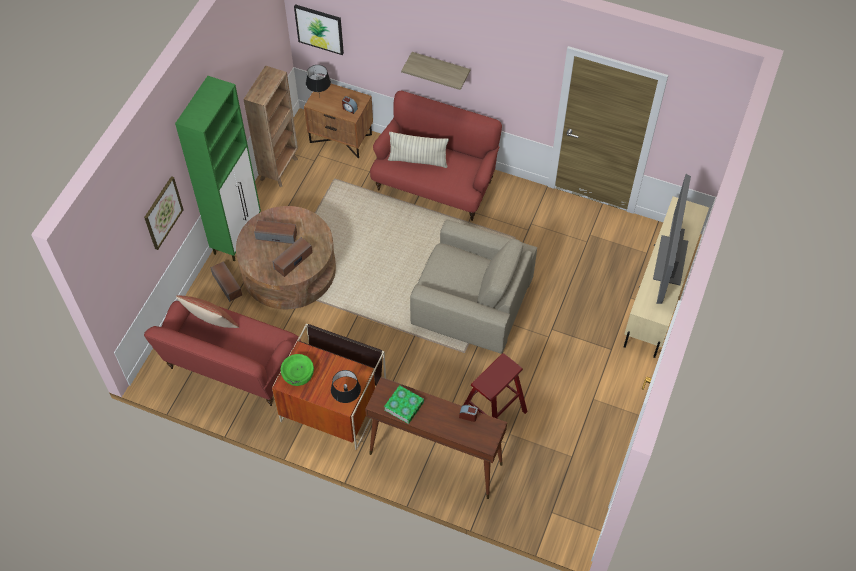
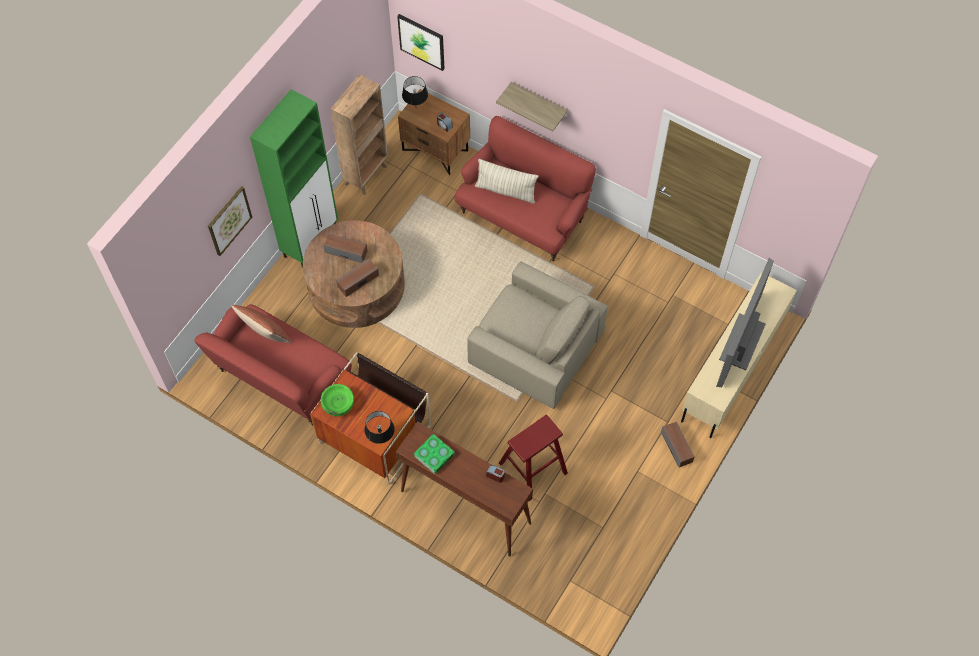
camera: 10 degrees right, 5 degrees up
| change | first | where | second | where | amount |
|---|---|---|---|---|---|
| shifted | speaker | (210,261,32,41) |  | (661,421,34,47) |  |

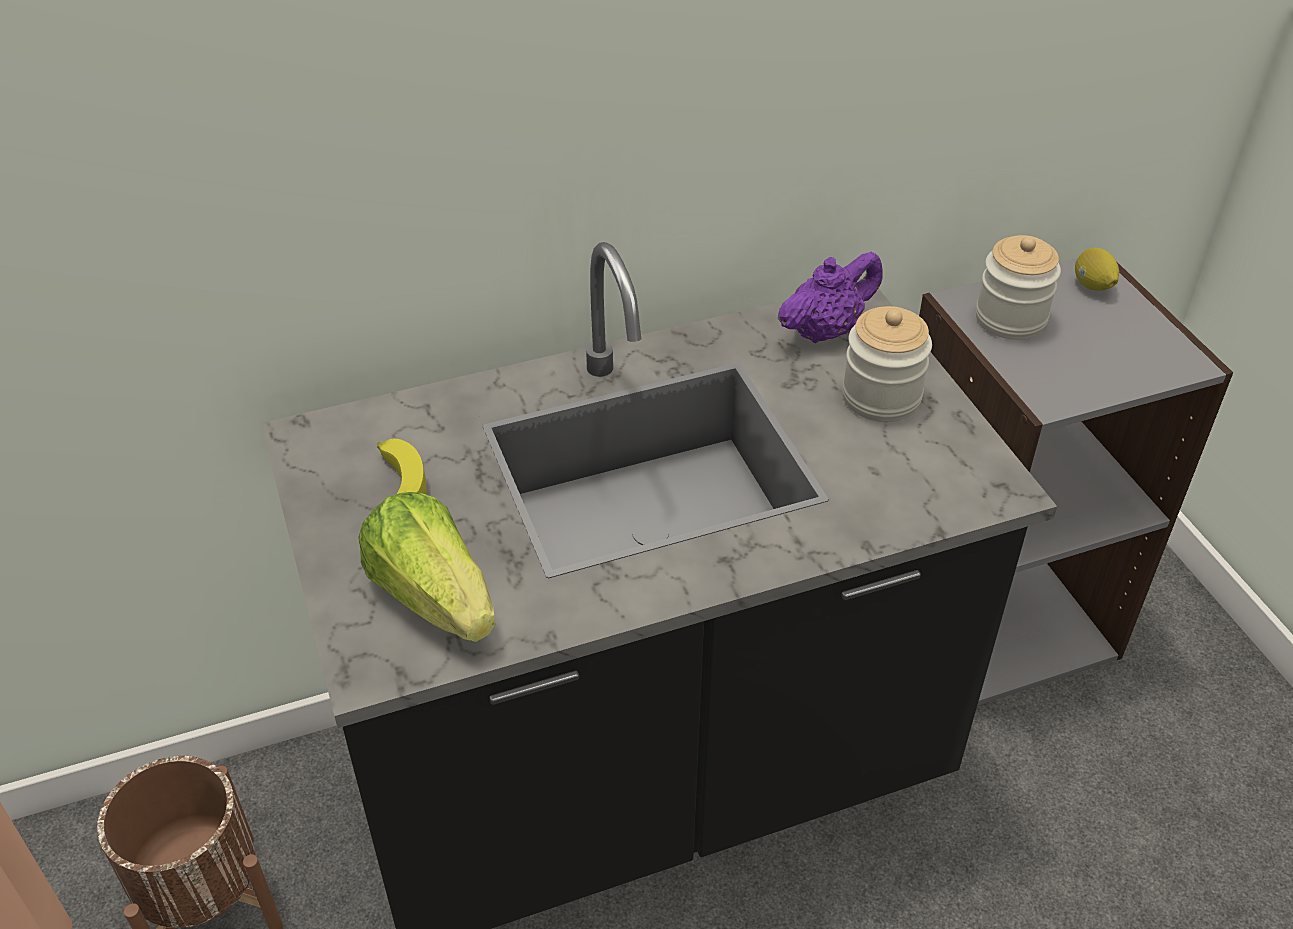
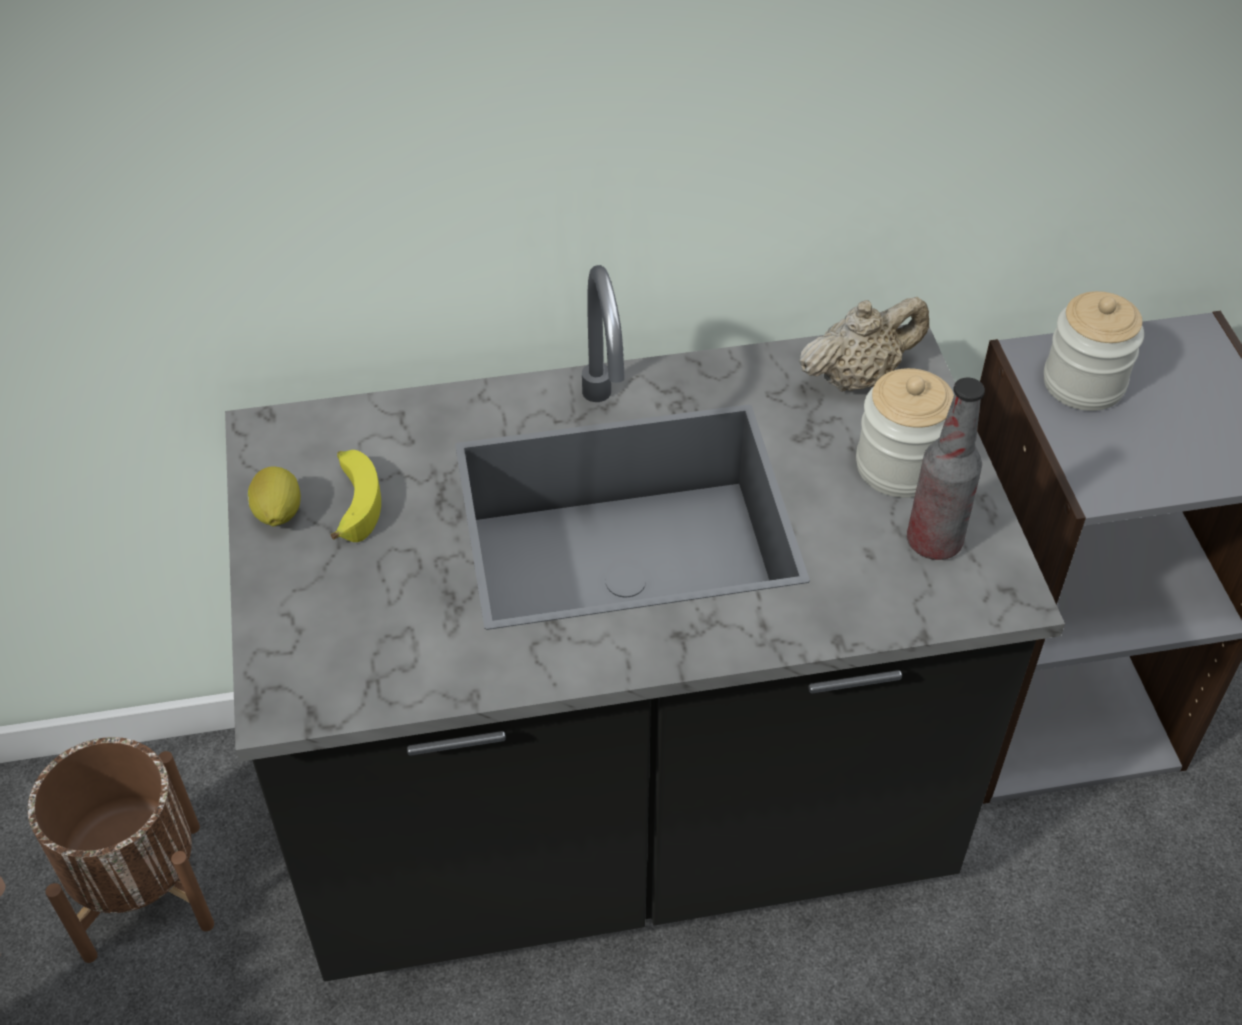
camera: 10 degrees right, 5 degrees up
| change | first | where | second | where | amount |
|---|---|---|---|---|---|
| gone | lettuce | (358,492,138,150) |  |  |  |
| repainted | teapot in purple | (778,252,105,92) | teapot in beige | (799,297,130,95) |  |
| shifted | lemon | (1075,248,44,43) |  | (247,466,54,60) |  |
| new |  |  | bottle | (907,378,78,182) |  |

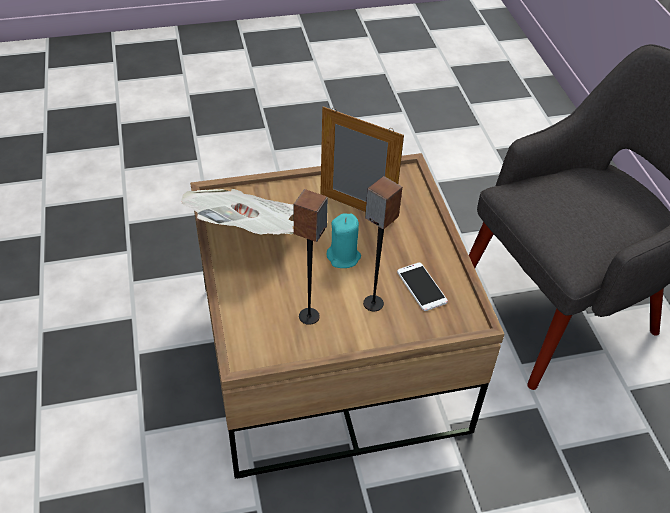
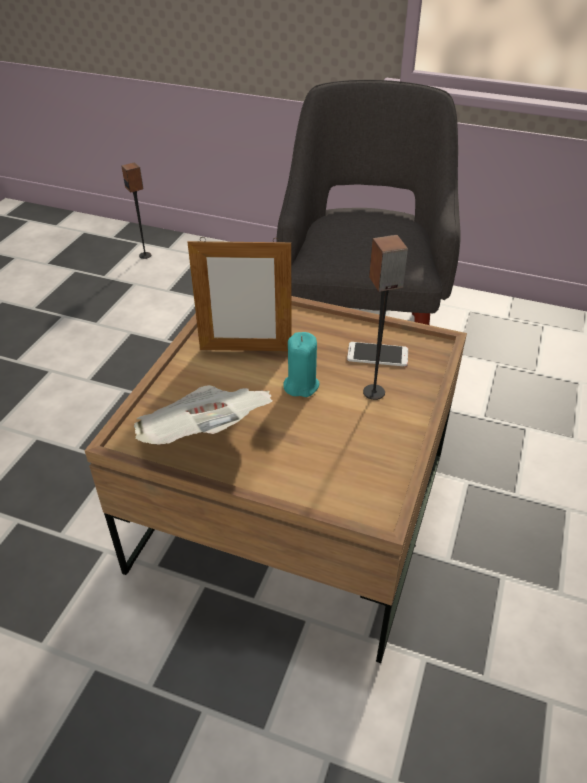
camera: 55 degrees left, 5 degrees down
| change | first | where | second | where | amount |
|---|---|---|---|---|---|
| shifted | speaker | (293,189,35,136) |  | (122,163,29,96) |  |
| rotated | picture frame | (320,106,84,117) |  | (188,237,104,114) | 150 degrees counterclockwise |

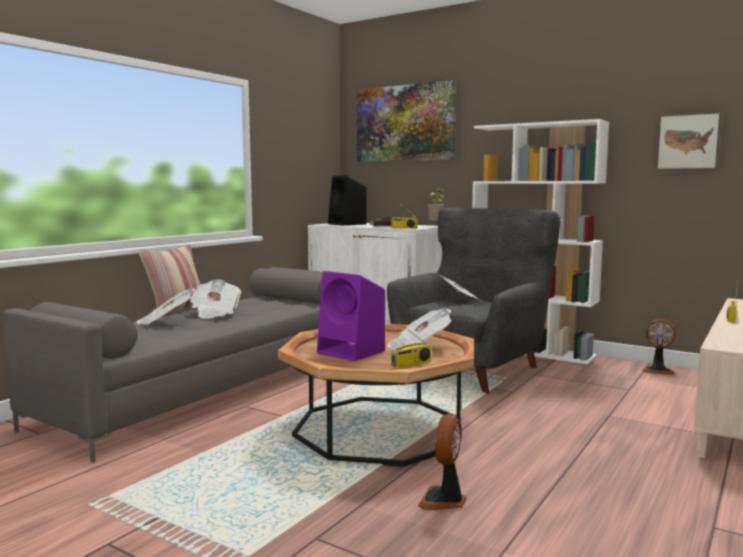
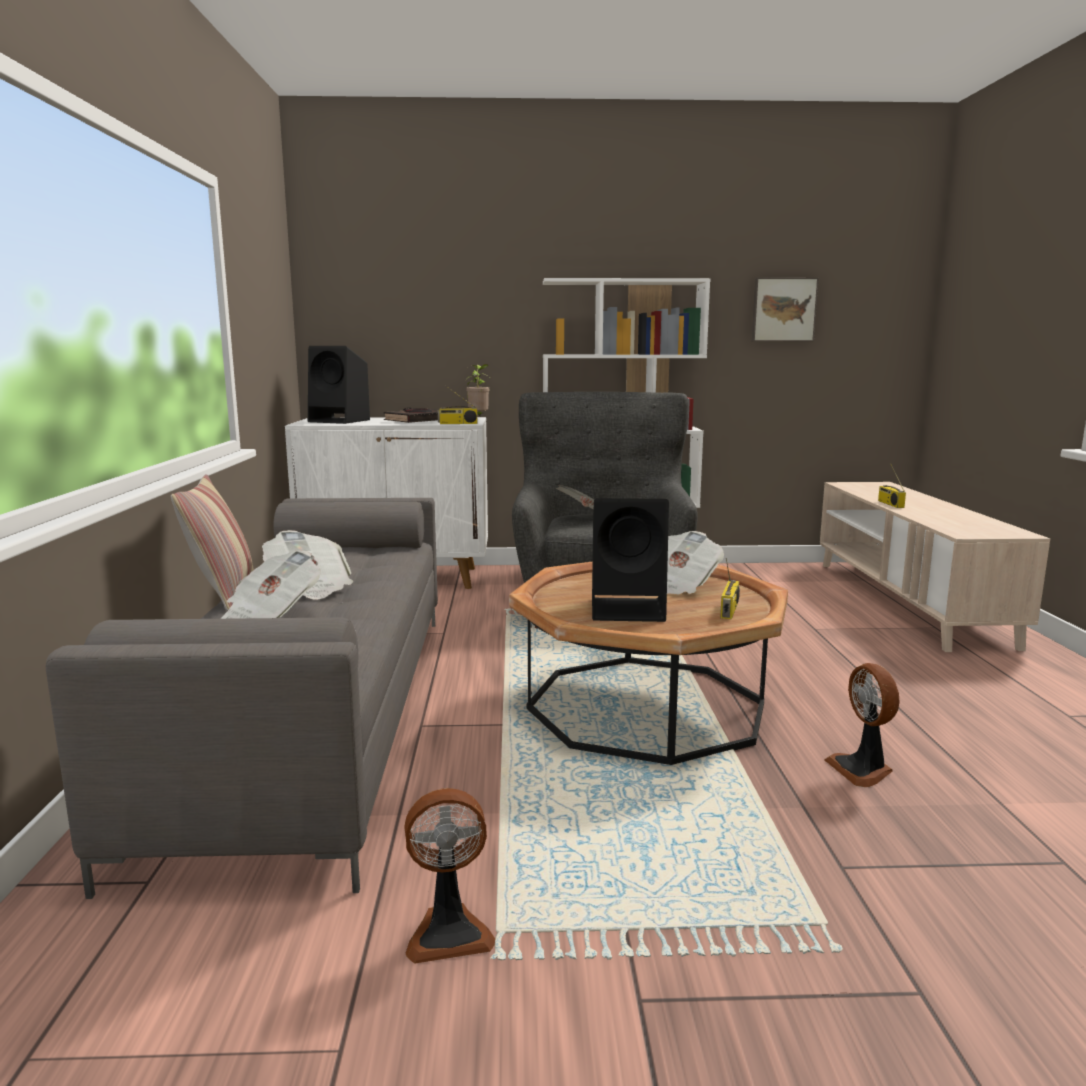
camera: 35 degrees left, 5 degrees up
| change | first | where | second | where | amount |
|---|---|---|---|---|---|
| repainted | speaker in purple | (317,271,68,90) | speaker in black | (592,498,77,124) |  |
| gone | picture | (357,80,99,82) |  |  |  |
| shifted | fan | (642,319,33,56) |  | (404,788,91,176) |  |

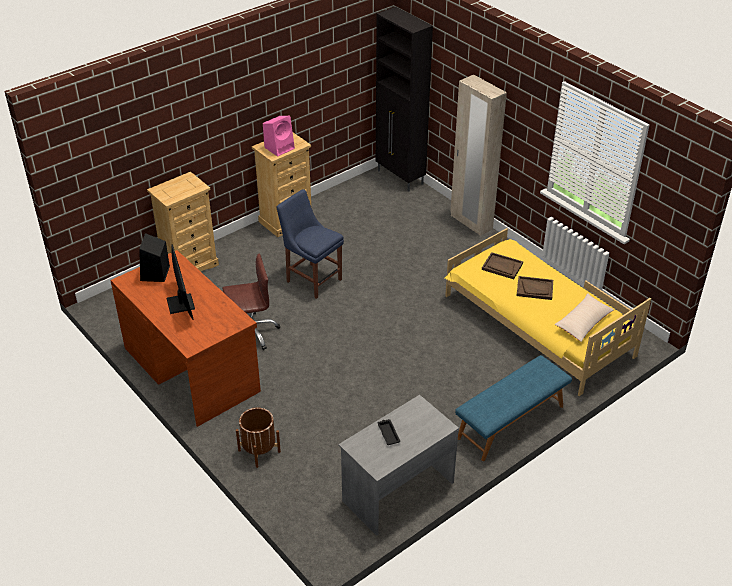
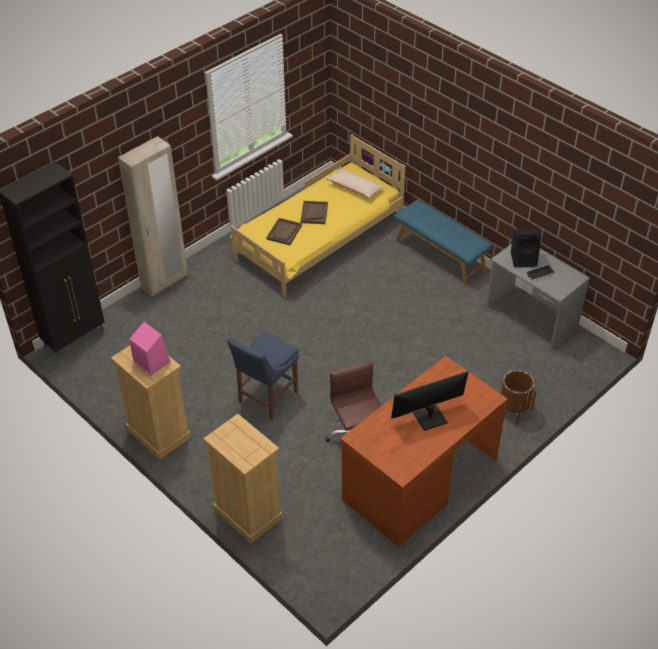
camera: 95 degrees left, 5 degrees up
| change | first | where | second | where | amount |
|---|---|---|---|---|---|
| shifted | speaker in black | (139,233,31,49) |  | (511,229,30,38) |  |

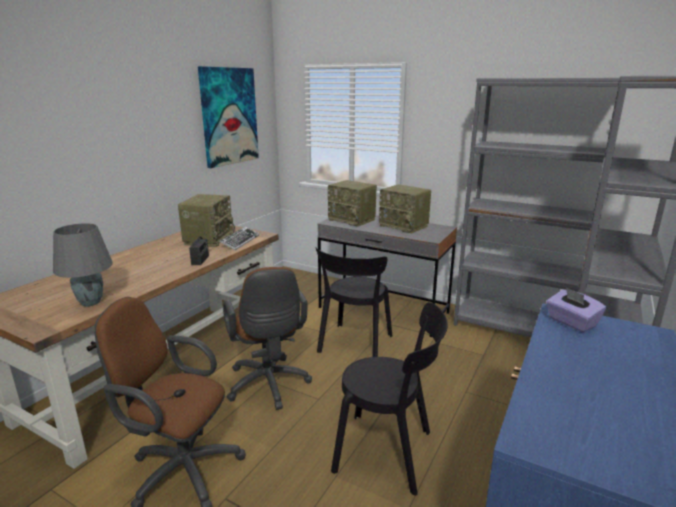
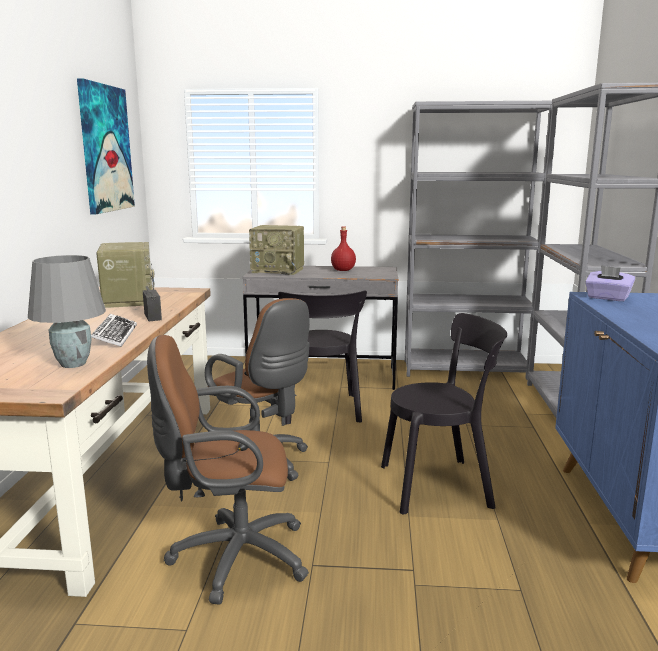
camera: 25 degrees left, 5 degrees down
| change | first | where | second | where | amount |
|---|---|---|---|---|---|
| shifted | keyboard | (220,227,39,23) |  | (91,314,46,33) |  |
| swapped | radio | (379,184,52,50) | bottle in red | (331,227,25,44) |  |

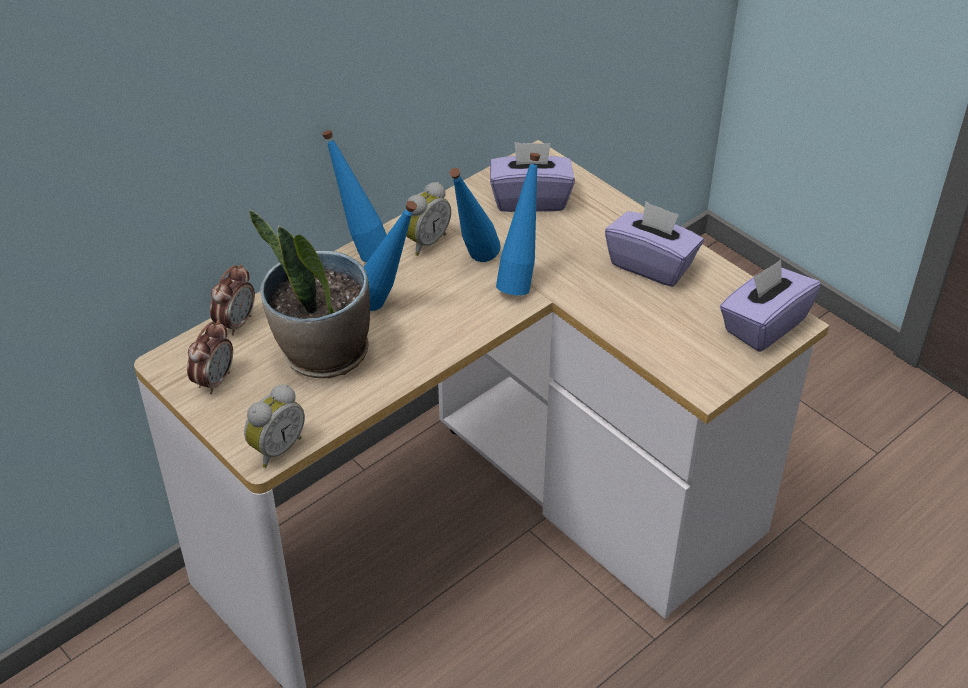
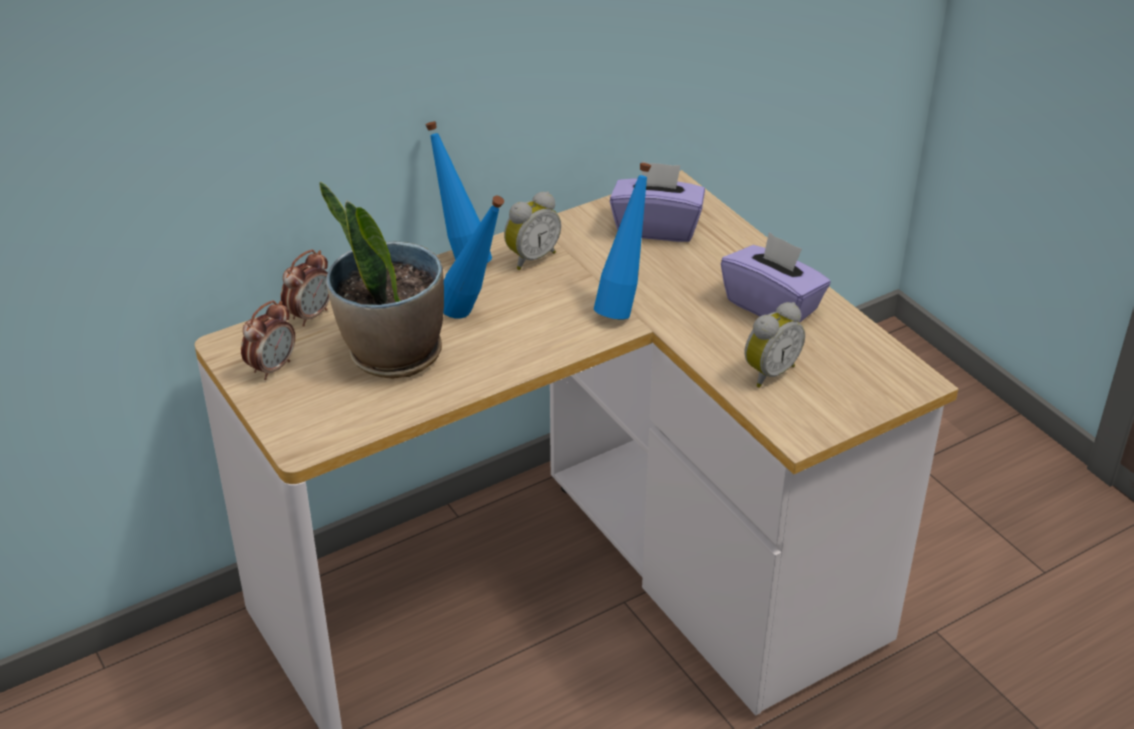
camera: 10 degrees right, 5 degrees down
| change | first | where | second | where | amount |
|---|---|---|---|---|---|
| shifted | alarm clock | (244,384,61,84) |  | (745,302,60,86) |  |
| gone | bottle in blue | (449,168,52,94) |  |  |  |
| gone | tissue box in purple | (720,260,101,92) |  |  |  |

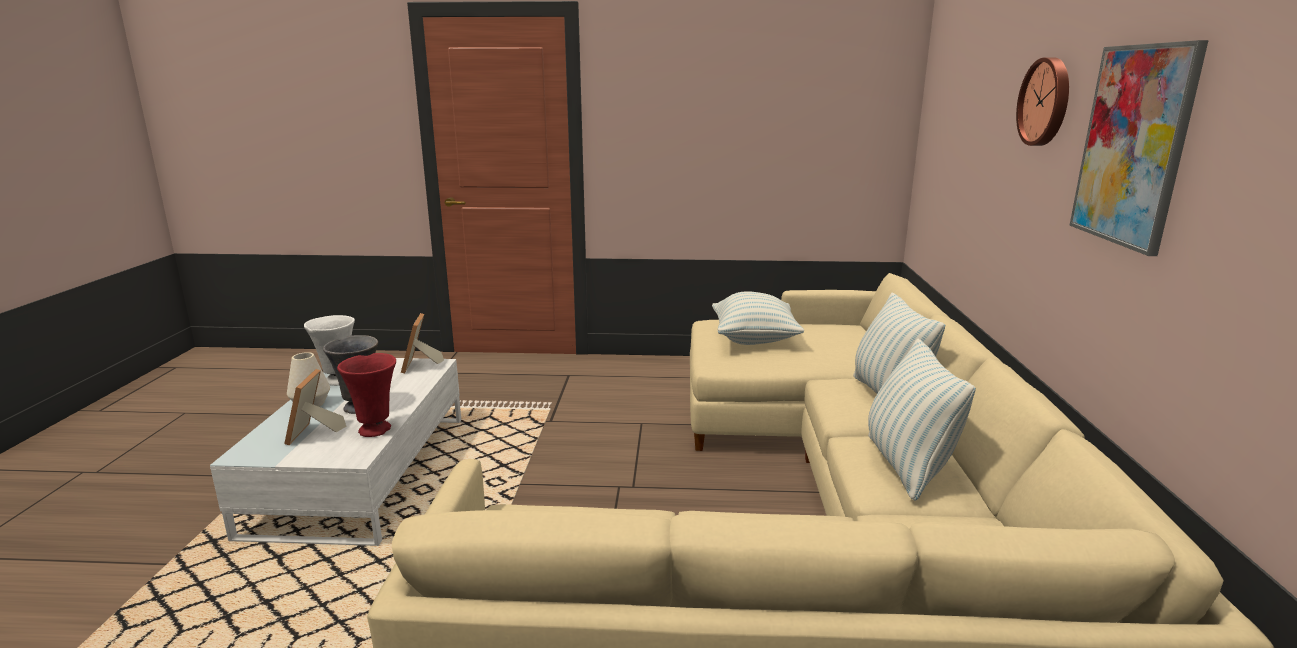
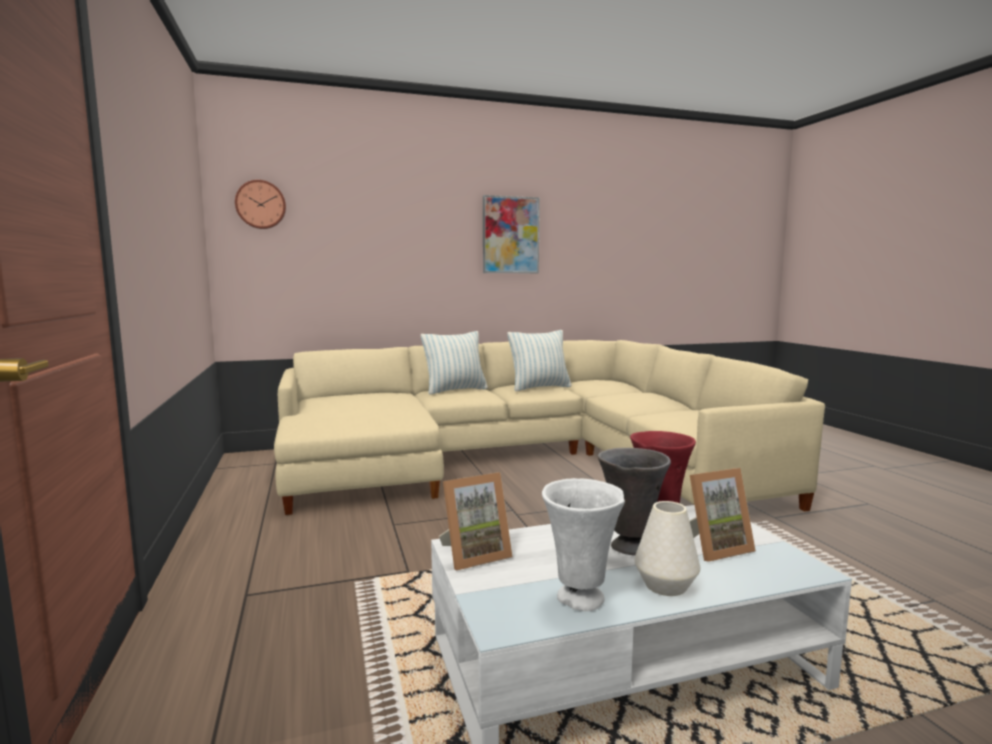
camera: 110 degrees left, 10 degrees down
| change | first | where | second | where | amount |
|---|---|---|---|---|---|
| gone | pillow | (712,291,92,54) |  |  |  |
| shifted | wall clock | (1016,57,53,89) |  | (235,180,51,49) |  |

